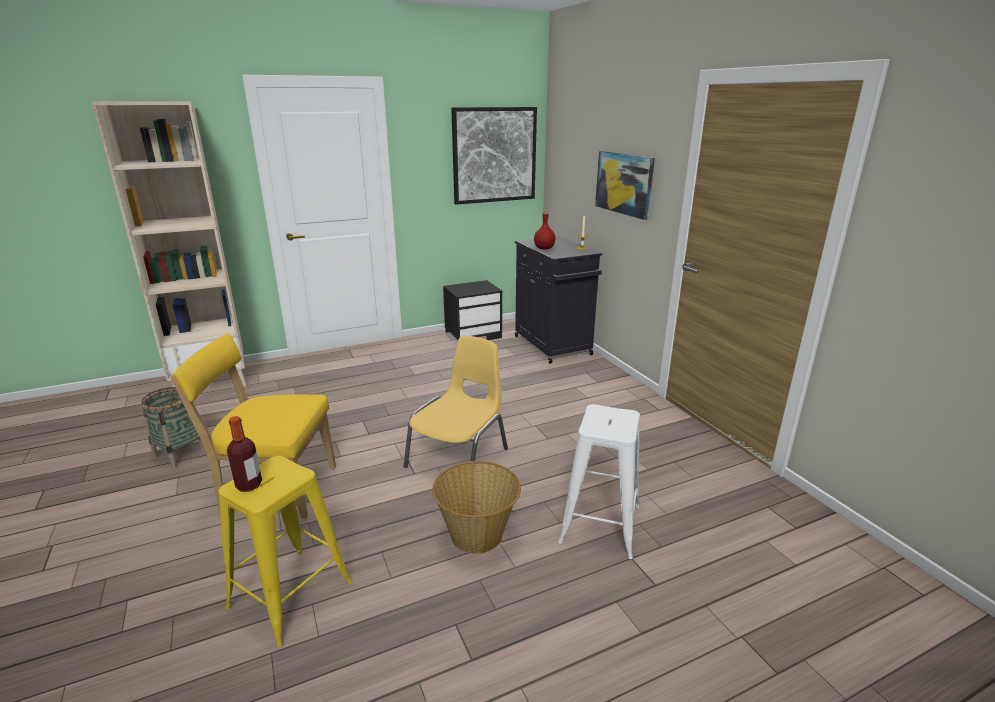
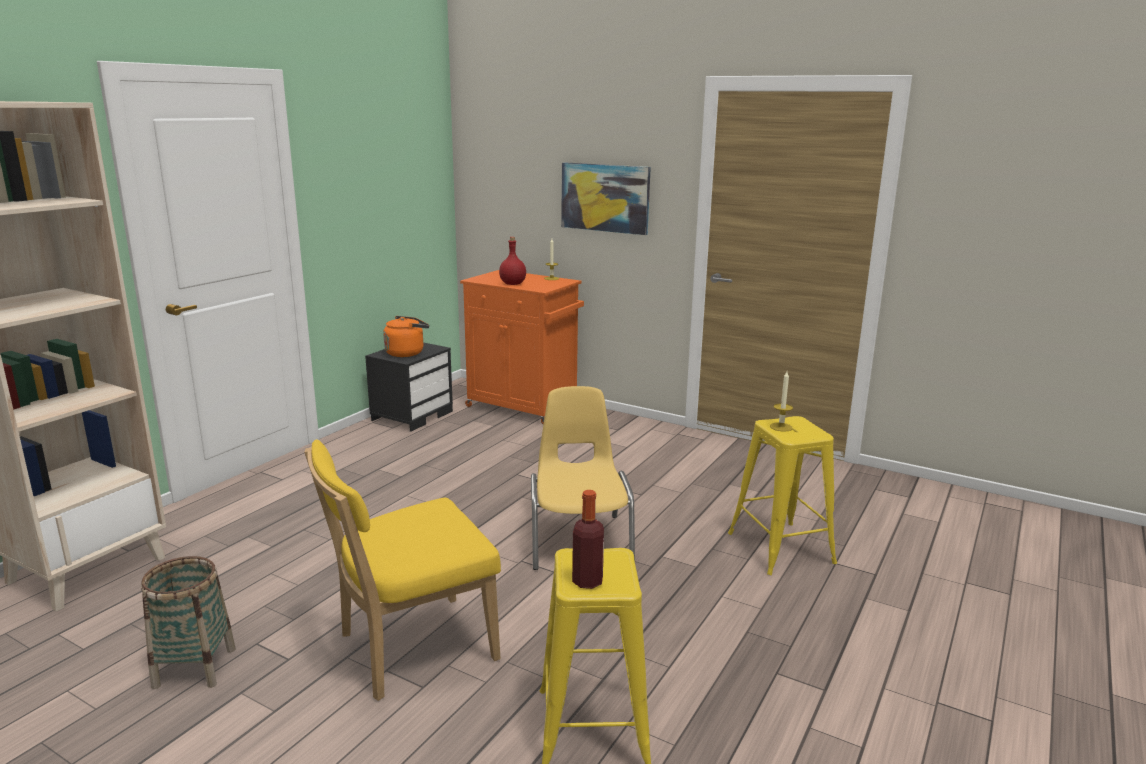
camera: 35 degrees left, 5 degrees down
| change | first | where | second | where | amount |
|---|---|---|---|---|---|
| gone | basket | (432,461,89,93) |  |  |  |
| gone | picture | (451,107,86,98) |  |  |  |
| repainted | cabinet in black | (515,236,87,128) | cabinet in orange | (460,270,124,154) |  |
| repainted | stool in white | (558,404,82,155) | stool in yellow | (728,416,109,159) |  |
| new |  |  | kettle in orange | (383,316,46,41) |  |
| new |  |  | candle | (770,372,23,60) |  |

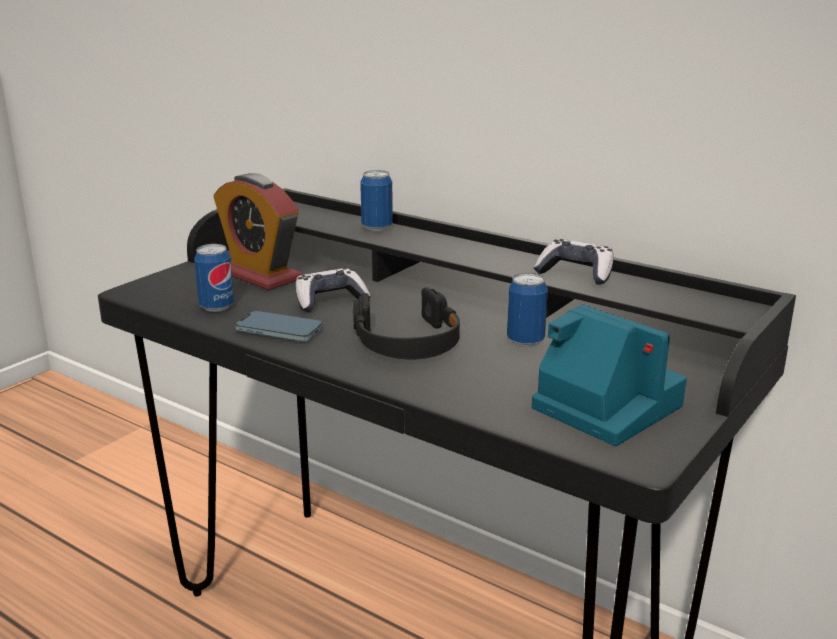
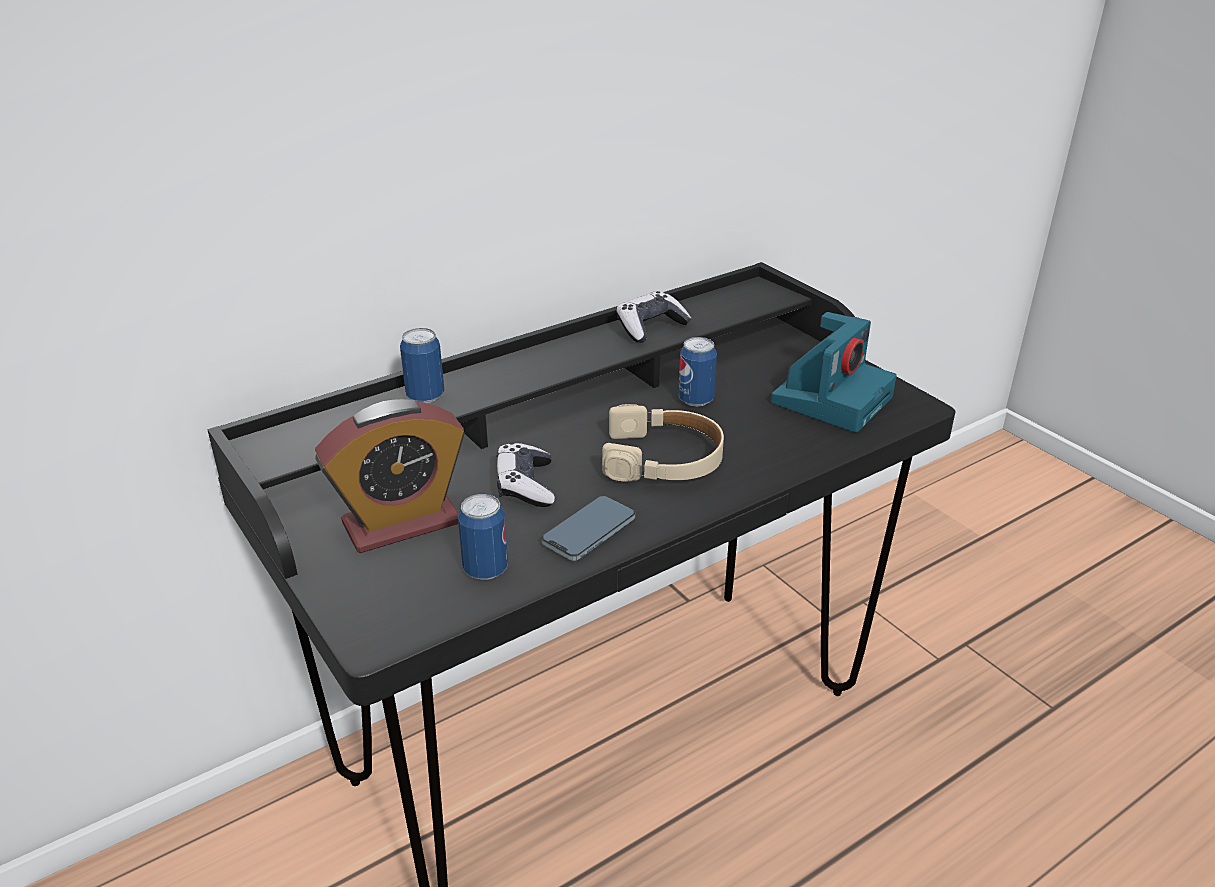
camera: 70 degrees left, 10 degrees up
| change | first | where | second | where | amount |
|---|---|---|---|---|---|
| repainted | headphones in black | (353,287,107,73) | headphones in beige | (602,404,122,78) |  |
| rotated | photo camera | (532,305,155,141) |  | (771,312,126,121) | 150 degrees clockwise |

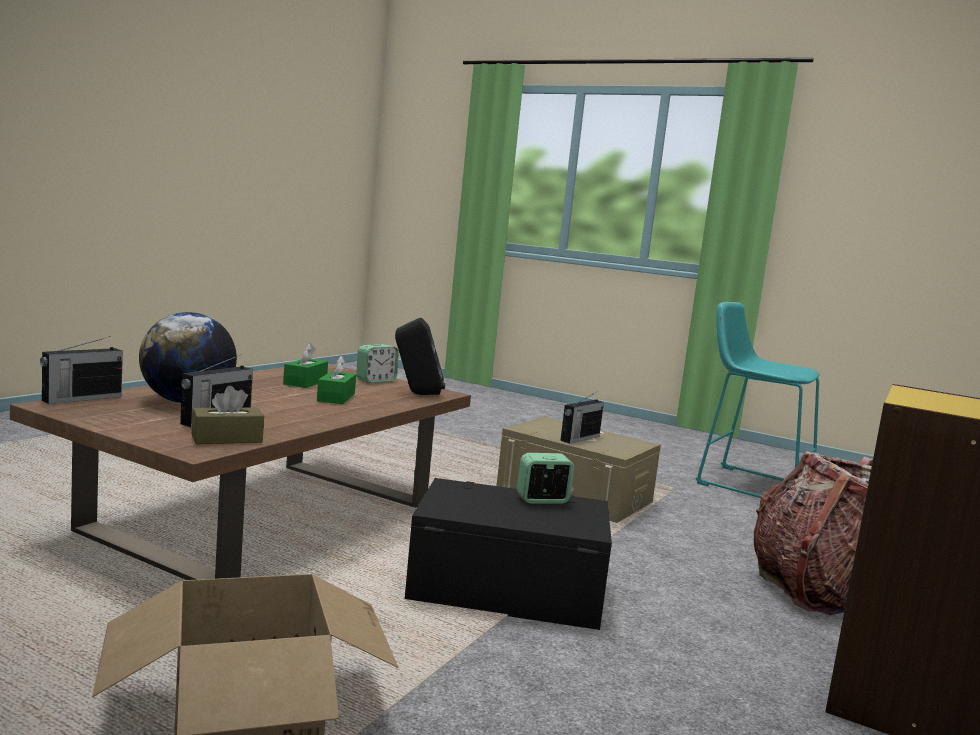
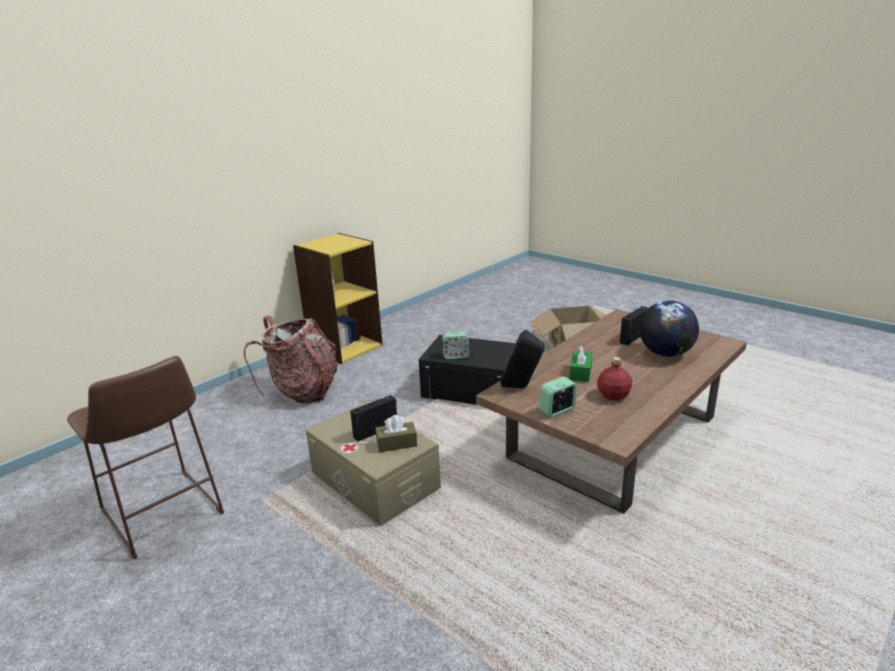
camera: 165 degrees left, 15 degrees up
| change | first | where | second | where | amount |
|---|---|---|---|---|---|
| gone | radio | (40,336,83,68) |  |  |  |
| shifted | tissue box in brown | (191,386,73,58) |  | (375,415,42,37) |  |
| swapped | tissue box in green | (283,343,45,45) | bottle in red | (597,357,35,44) |  |
| repainted | stool in turquoise | (695,302,125,196) | stool in brown | (67,356,157,203) |  |

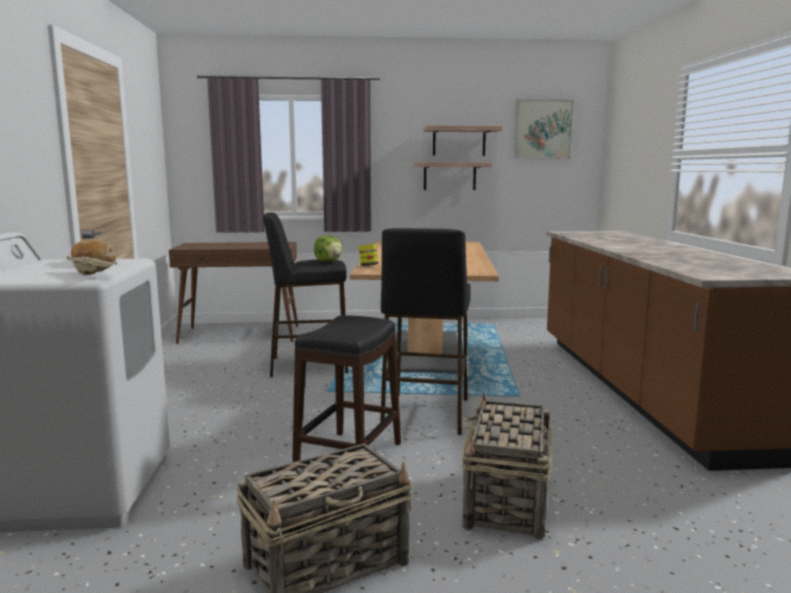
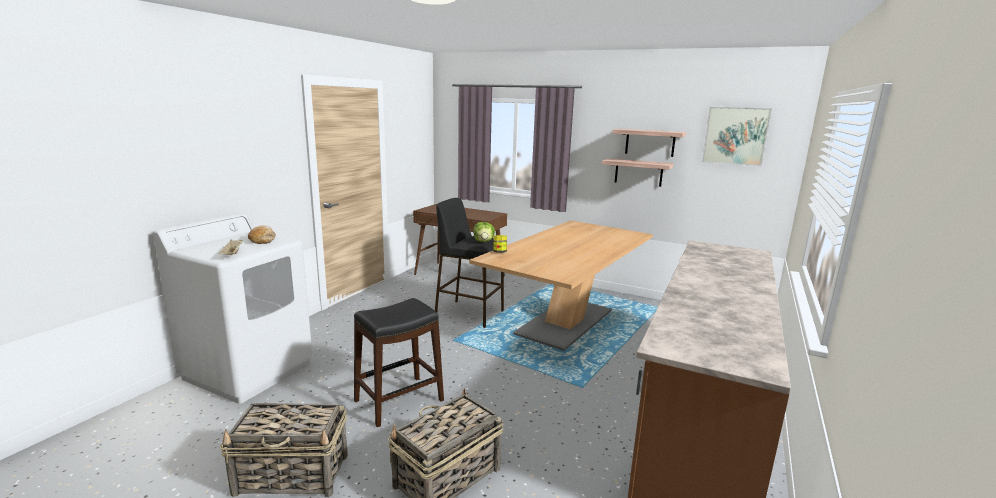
camera: 30 degrees right, 5 degrees up
| change | first | where | second | where | amount |
|---|---|---|---|---|---|
| gone | stool in black | (380,228,91,207) |  |  |  |

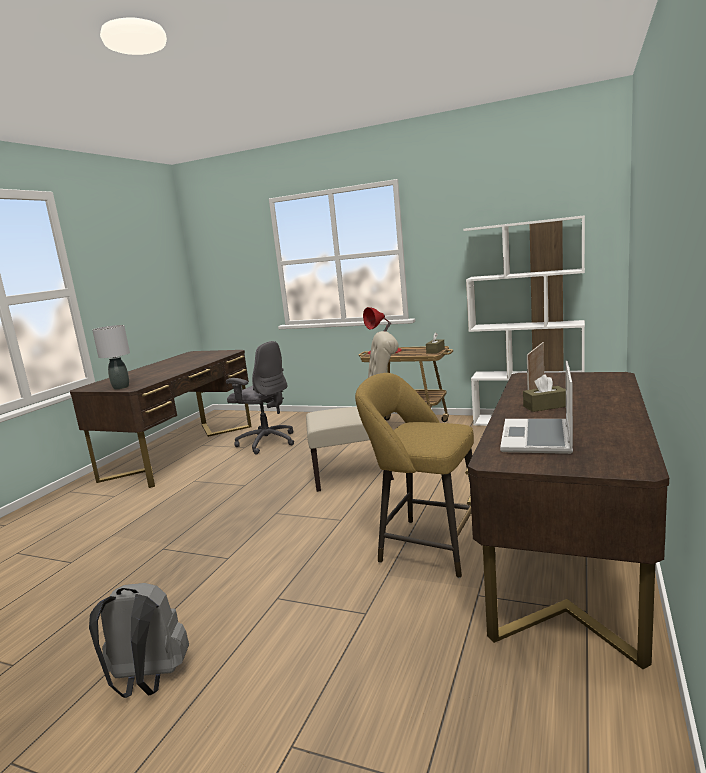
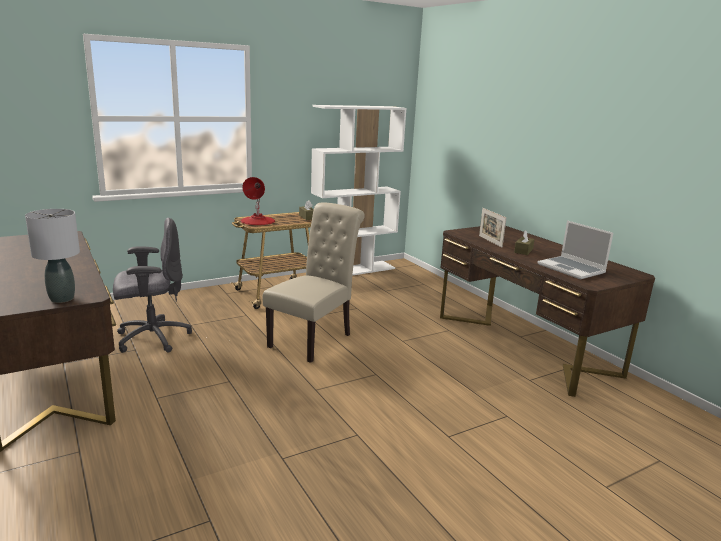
camera: 55 degrees left, 5 degrees up
| change | first | where | second | where | amount |
|---|---|---|---|---|---|
| gone | backpack in grey | (89,583,100,115) |  |  |  |
| gone | stool in yellow | (355,373,119,205) |  |  |  |

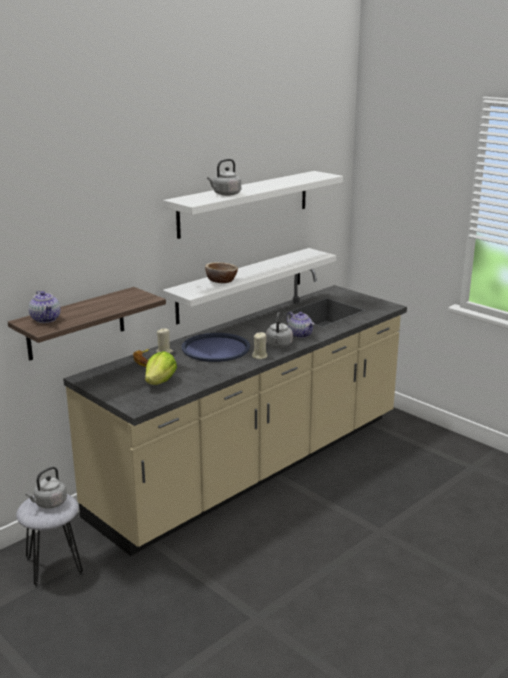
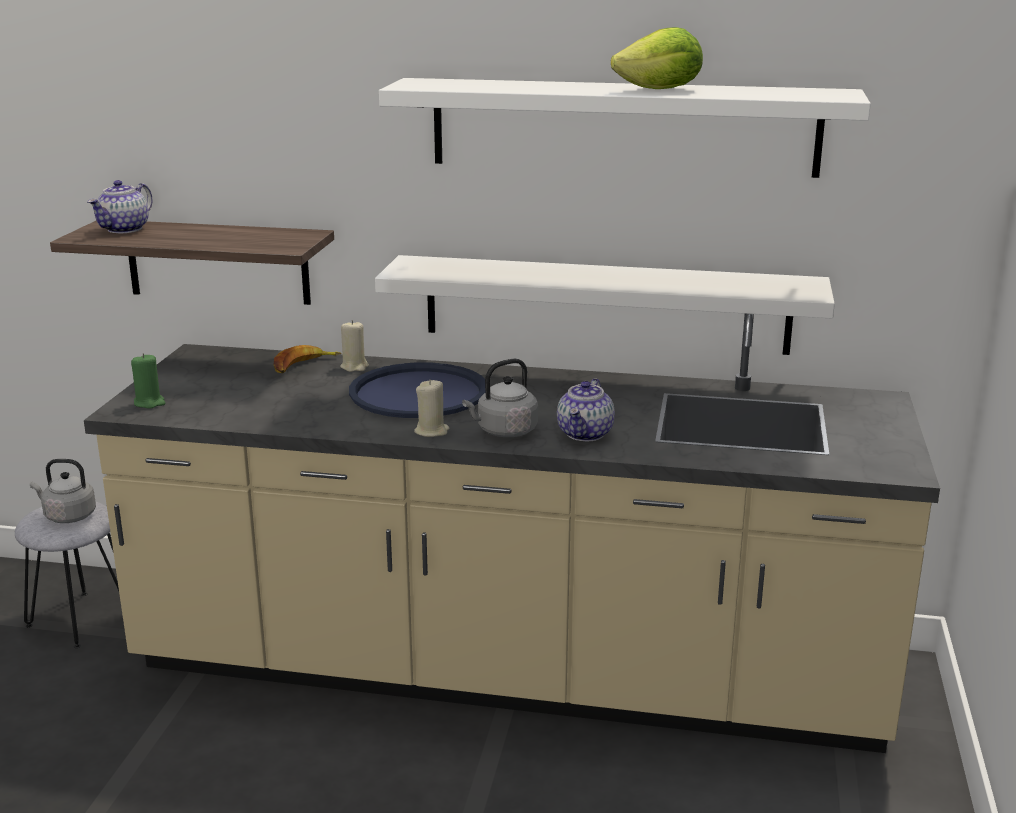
camera: 55 degrees right, 0 degrees up
| change | first | where | second | where | amount |
|---|---|---|---|---|---|
| shifted | lettuce | (145,351,32,34) |  | (611,27,92,62) |  |
| gone | bowl | (205,262,33,21) |  |  |  |
| gone | kettle in grey | (207,159,34,37) |  |  |  |
| new |  |  | candle in green | (131,353,34,56) |  |

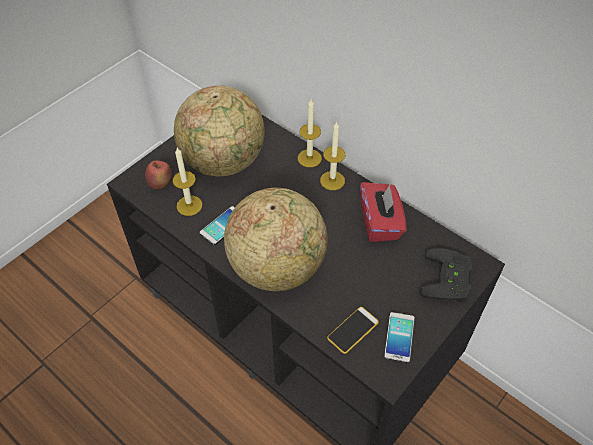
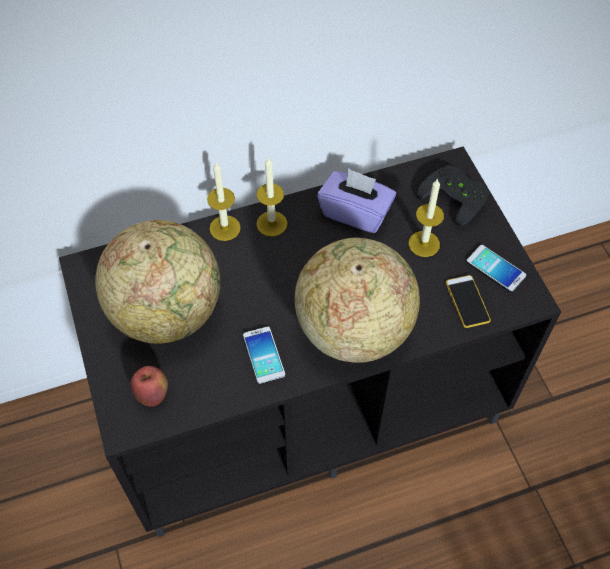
camera: 60 degrees left, 5 degrees up
| change | first | where | second | where | amount |
|---|---|---|---|---|---|
| shifted | candle | (172,148,30,68) |  | (409,178,35,79) |  |
| repainted | tissue box in red | (360,182,47,60) | tissue box in purple | (317,168,79,65) |  |

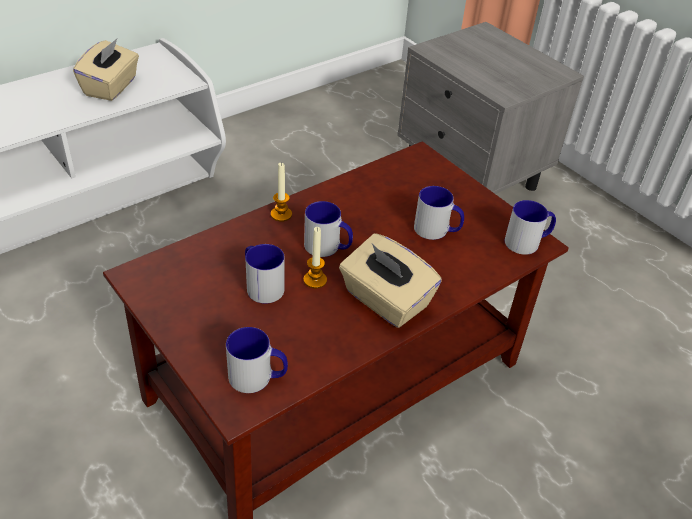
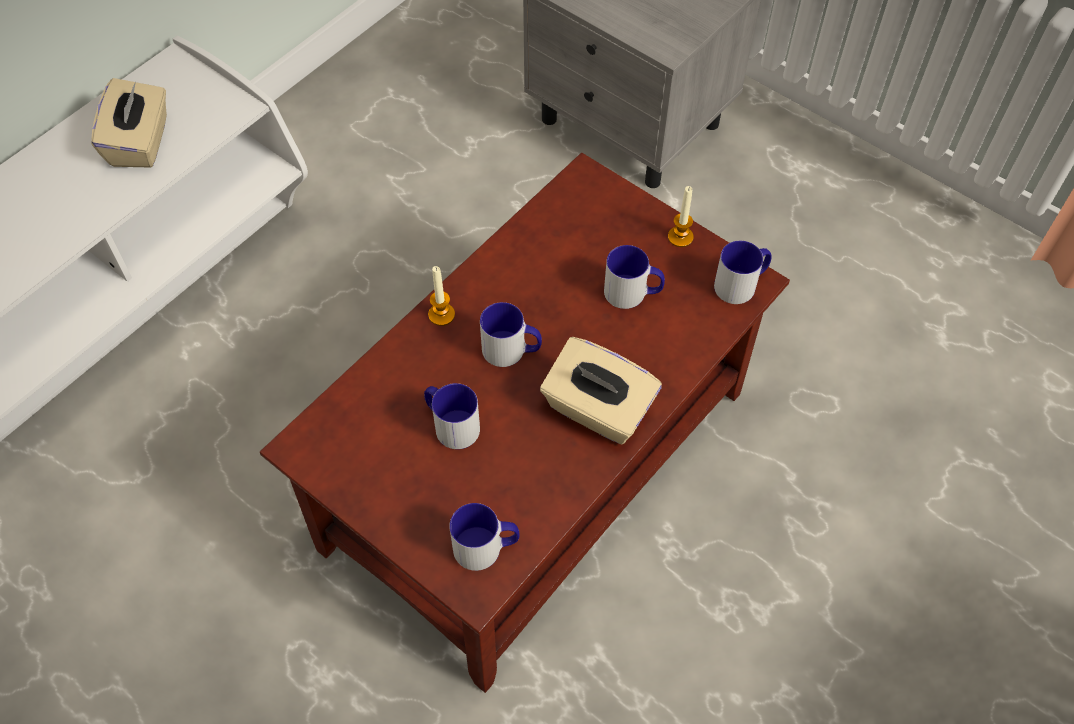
camera: 10 degrees left, 15 degrees up
| change | first | where | second | where | amount |
|---|---|---|---|---|---|
| shifted | candle | (304,227,23,62) |  | (668,186,26,61) |  |

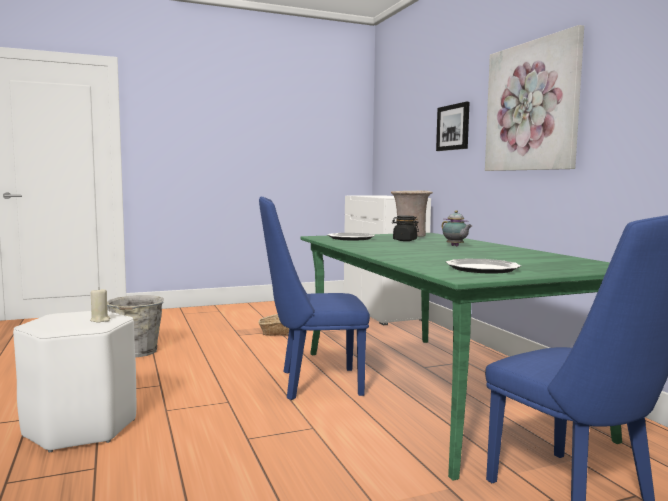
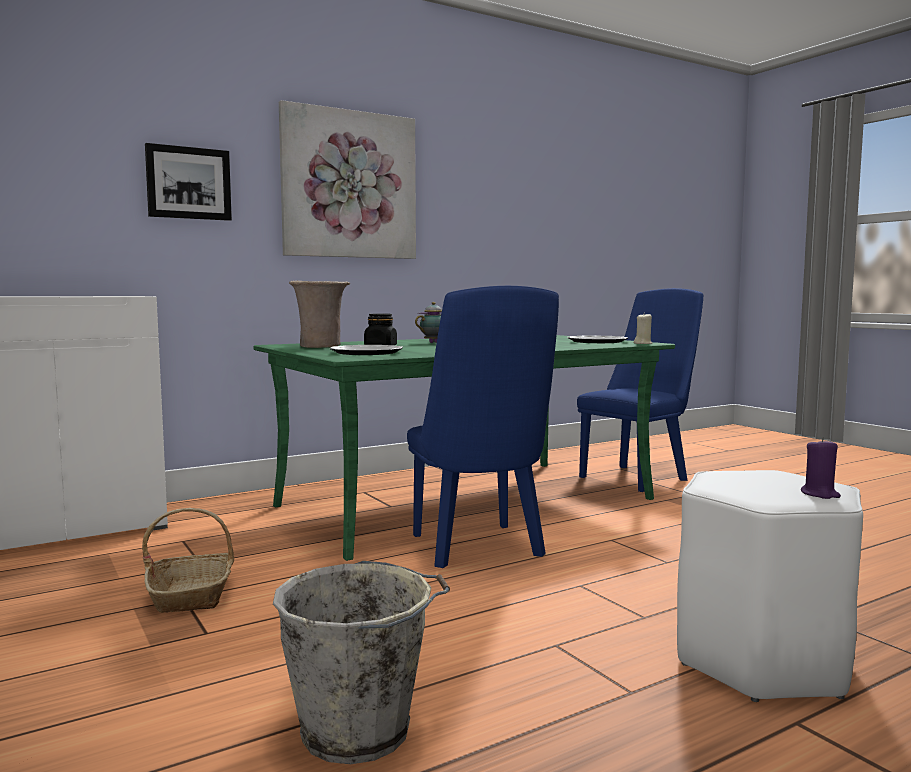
camera: 100 degrees left, 0 degrees up
| change | first | where | second | where | amount |
|---|---|---|---|---|---|
| shifted | candle in beige | (90,287,20,36) |  | (634,314,18,30) |  |
| new |  |  | candle in purple | (801,438,40,61) |  |

